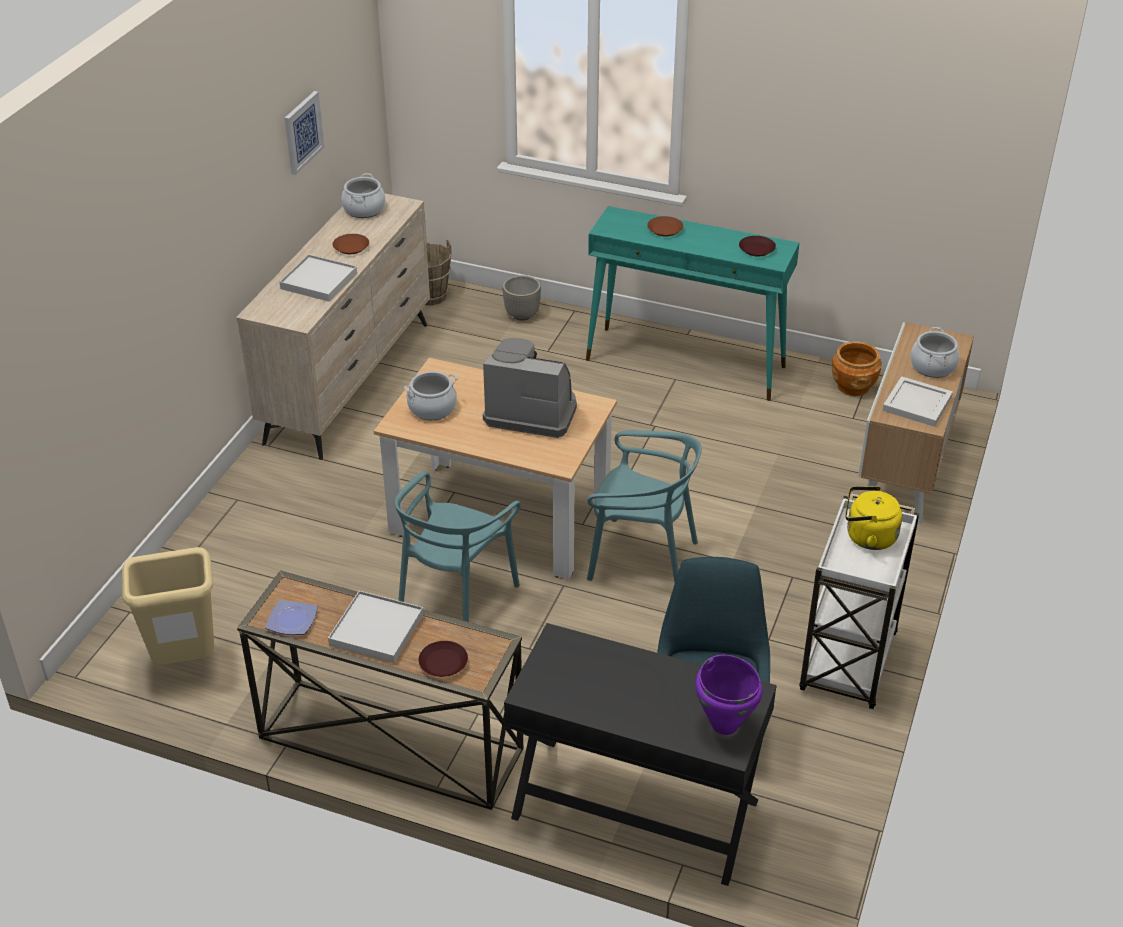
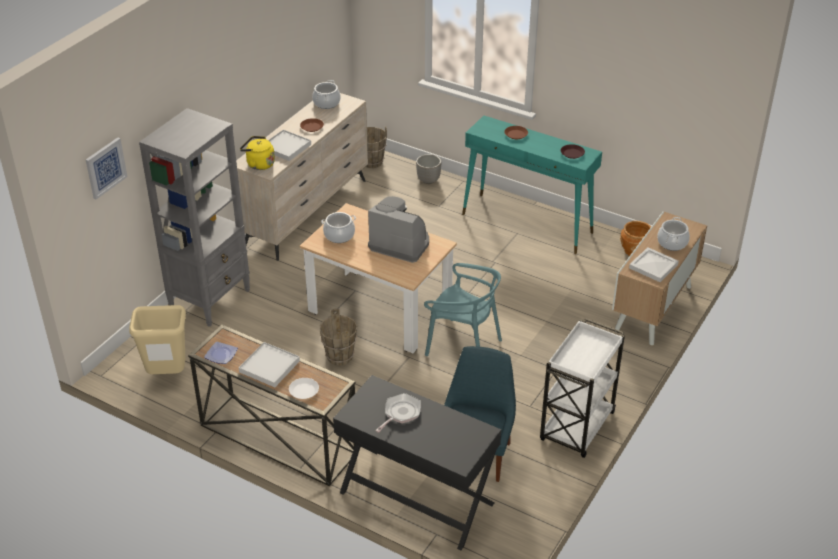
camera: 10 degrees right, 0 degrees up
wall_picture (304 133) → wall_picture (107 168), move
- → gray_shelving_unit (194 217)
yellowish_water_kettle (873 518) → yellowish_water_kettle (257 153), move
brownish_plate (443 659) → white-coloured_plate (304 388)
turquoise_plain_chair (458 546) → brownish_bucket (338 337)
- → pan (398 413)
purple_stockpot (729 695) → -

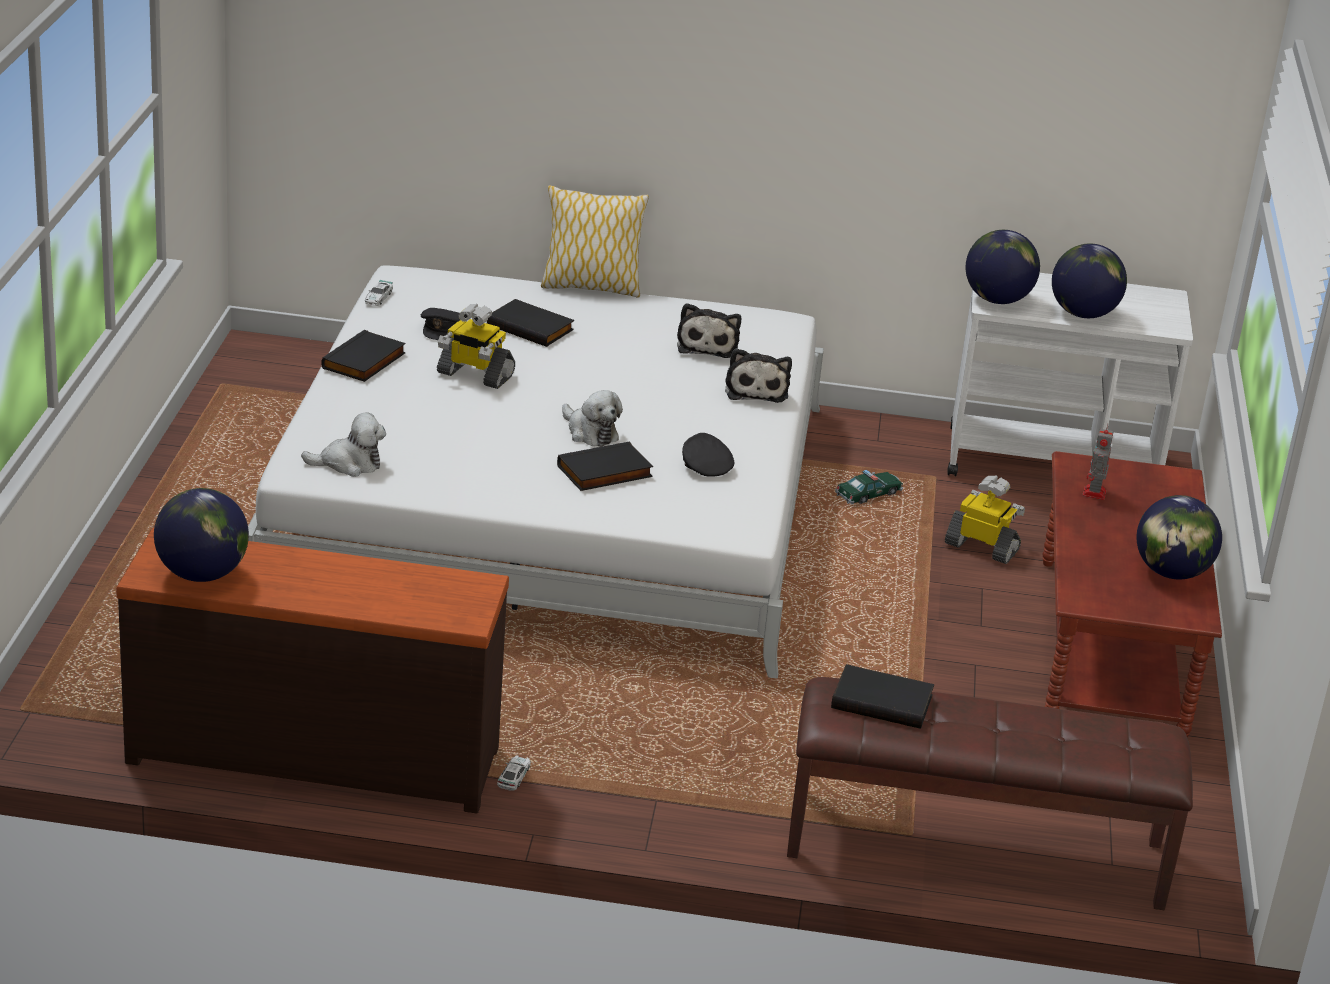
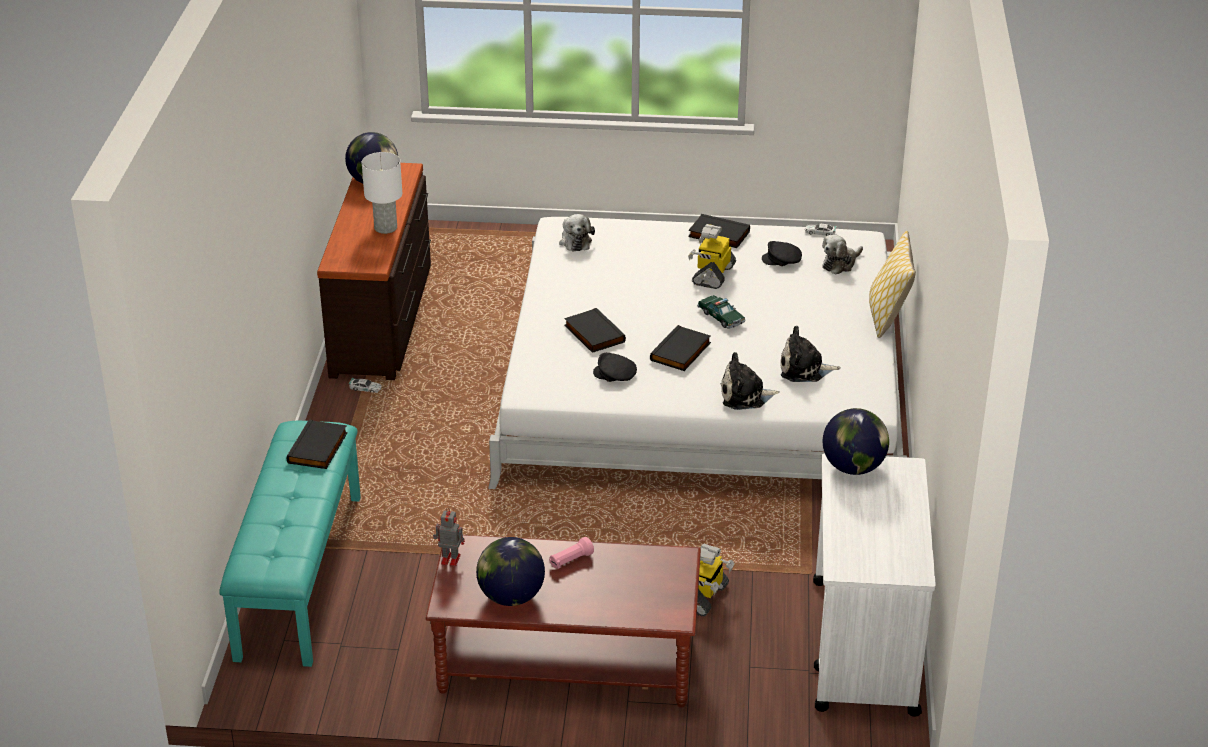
camera: 90 degrees right, 5 degrees up
brownish_long_seat (990 793) → turquoise_long_seat (290 544)
- → white-coloured_tabletop_lamp (382 193)
toy_robot (1097 462) → toy_robot (449 537), move
- → pink_hand_torch (571 553)
black_peaked_cap (708 455) → black_peaked_cap (615 367), 135 degrees counterclockwise
black_volume (530 323) → black_volume (680 348), move
miniature_car (869 487) → miniature_car (721 312), move
cuddly_toy (592 418) → cuddly_toy (842 255), move
desk_globe (1089 280) → -

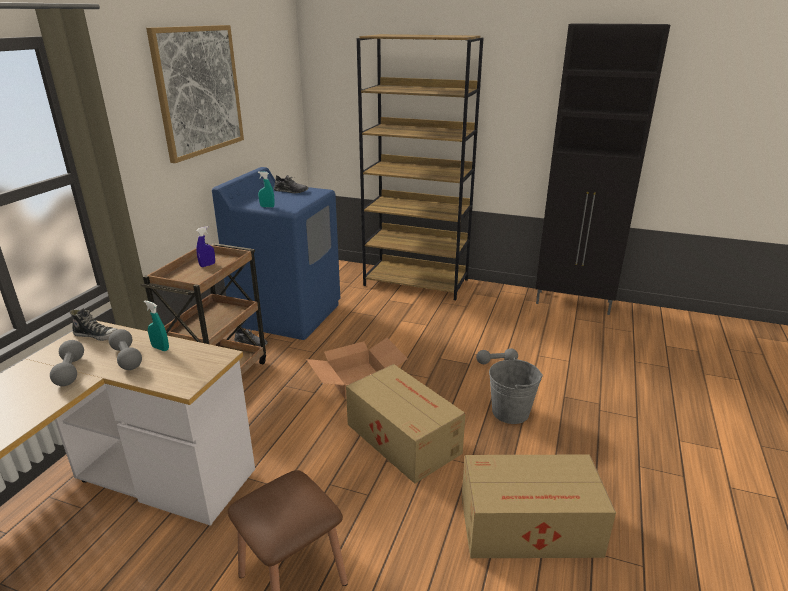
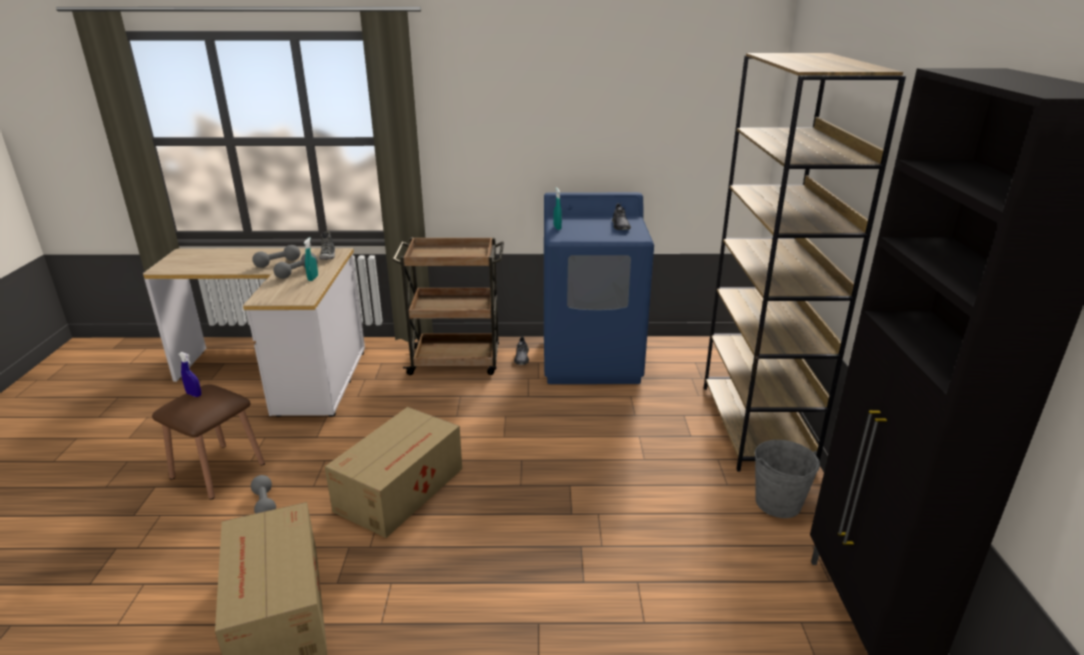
camera: 70 degrees right, 0 degrees up
blue_spray_bottle (205 246) → blue_spray_bottle (190 374), move
gray_hand_weight (497 356) → gray_hand_weight (263 494), move
gray_bucket (516 390) → gray_bucket (787 479), move
wall_picture (195 94) → -
cardboard_box (357 368) → -

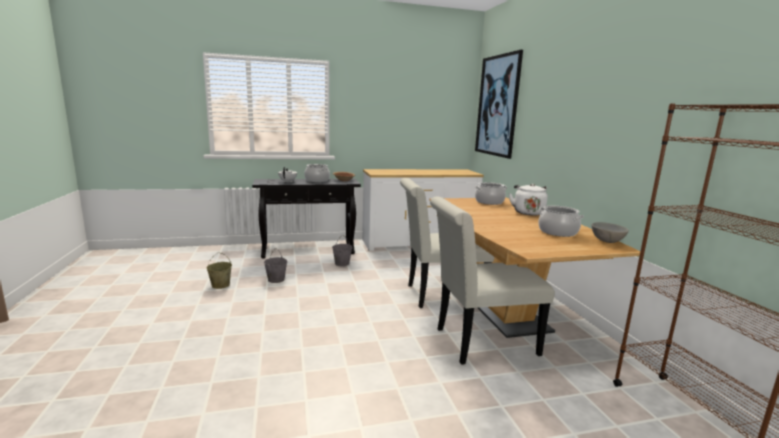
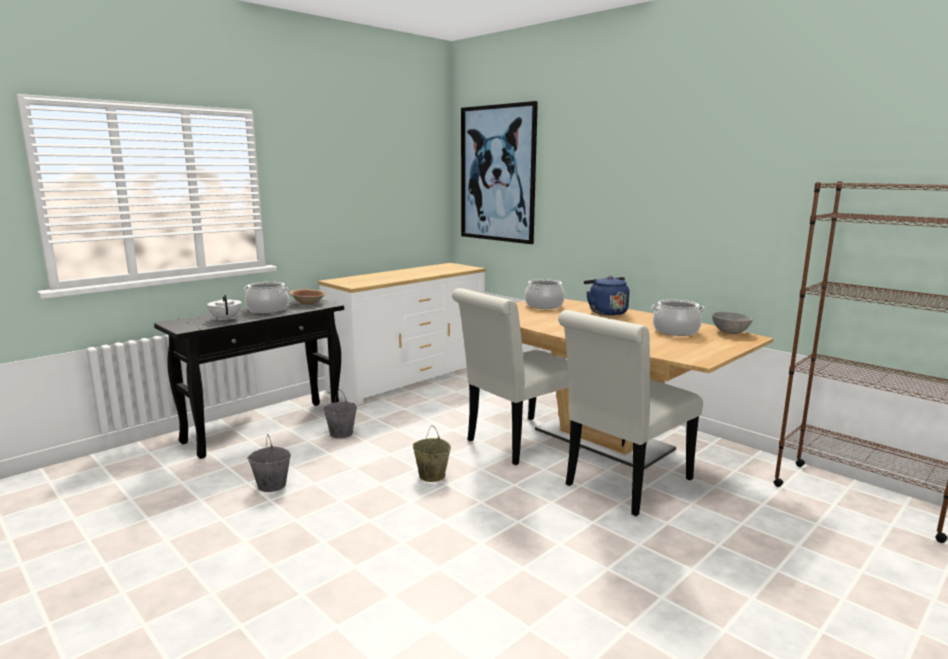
camera: 30 degrees left, 0 degrees up
beige-coloured_bucket (219 270) → beige-coloured_bucket (432 453), move
white-coloured_water_kettle (528 200) → blue_water_kettle (607 296)

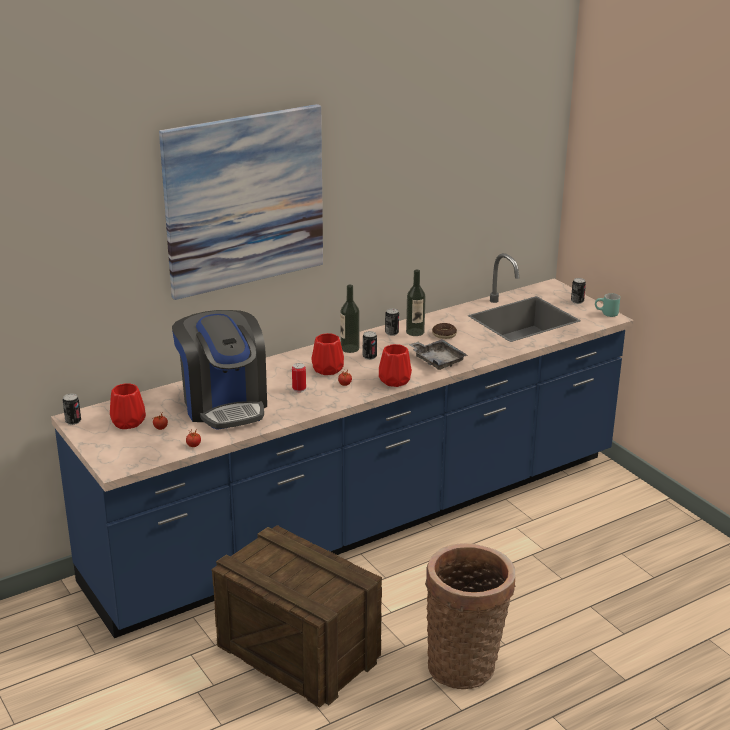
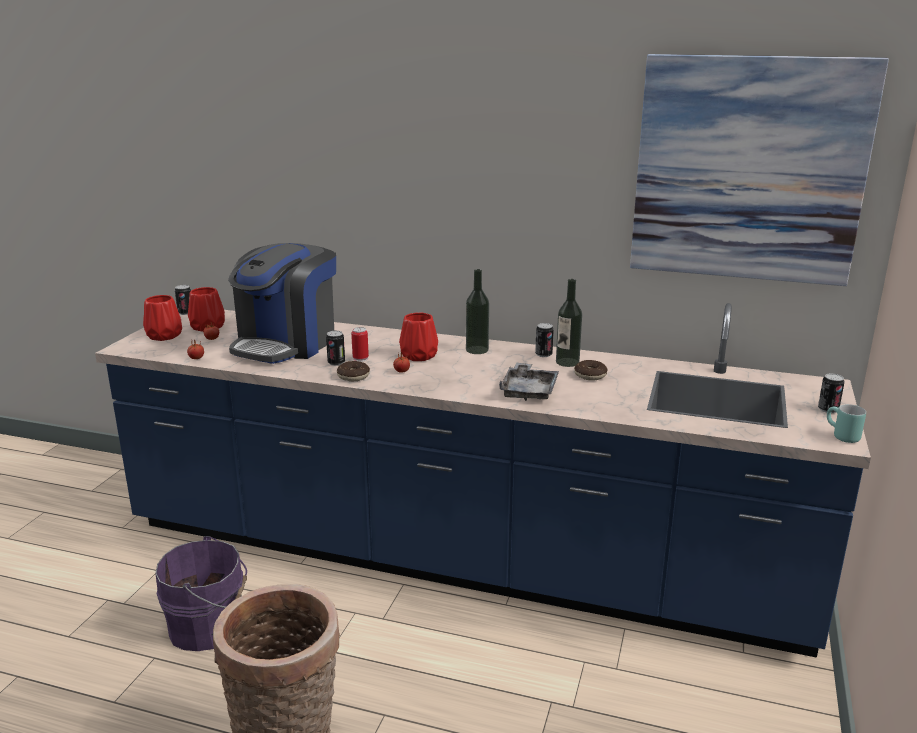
camera: 50 degrees right, 5 degrees down
reddish_vase (395 365) → reddish_vase (162 318), move
crate (297 616) → purple_bucket (201 593)
can (370 345) → can (335 348), move
- → doughnut (353 371)
wall_picture (241 202) → wall_picture (759 170), move

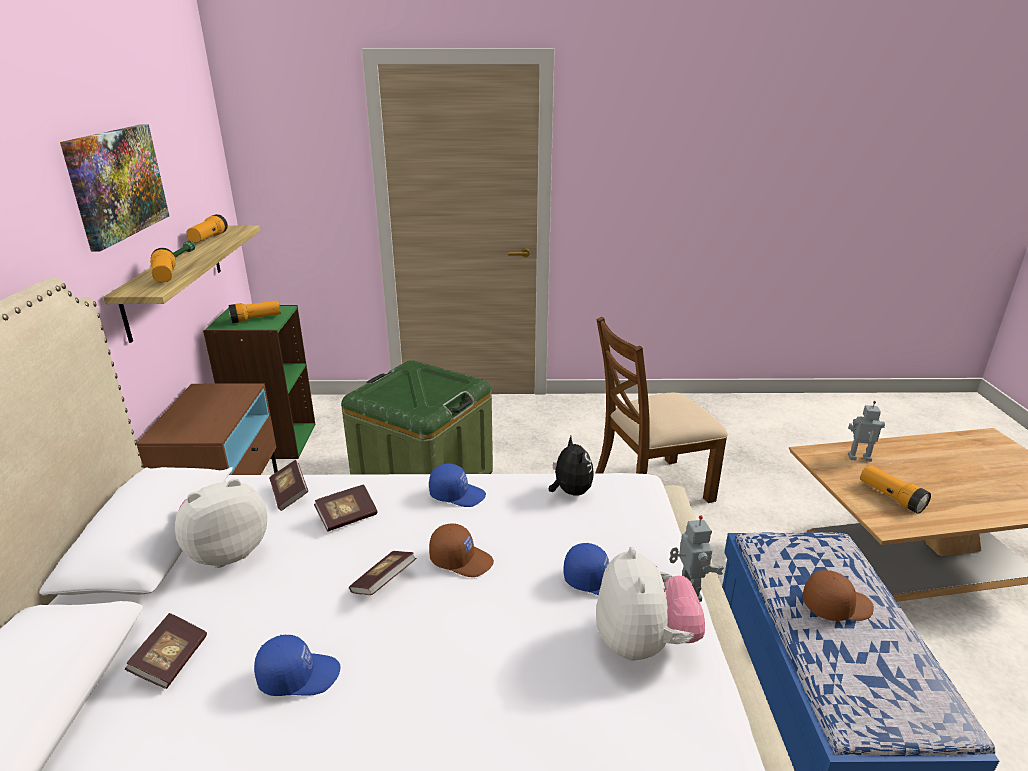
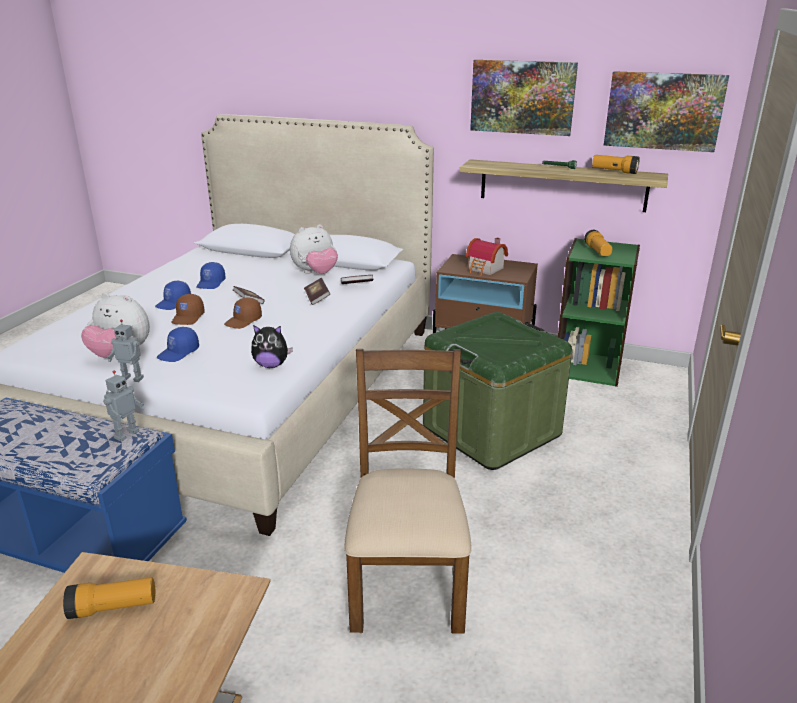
camera: 110 degrees right, 0 degrees up
toy_robot (866 431) → toy_robot (124 406), move
blue_peaked_cap (457 485) → blue_peaked_cap (173 295), move
brownish_peaked_cap (838 595) → brownish_peaked_cap (188 309), move
cuddly_toy (221 523) → cuddly_toy (314 249), 75 degrees clockwise
- → toy_house (487 257)
- → wall_picture (666 111)
volume (166 651) → -
hand_torch (163 265) → -

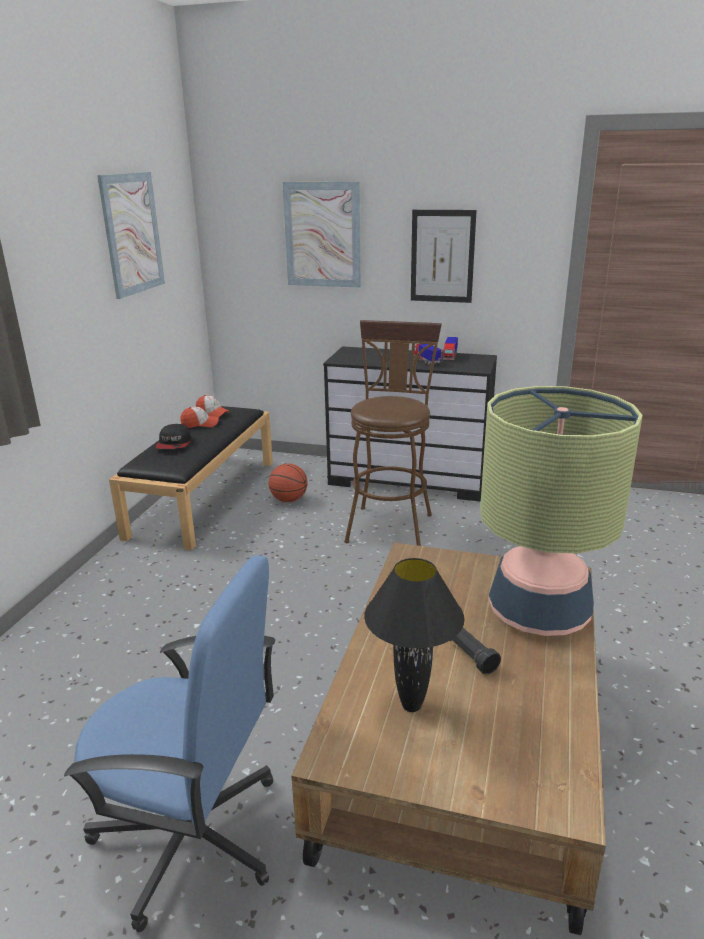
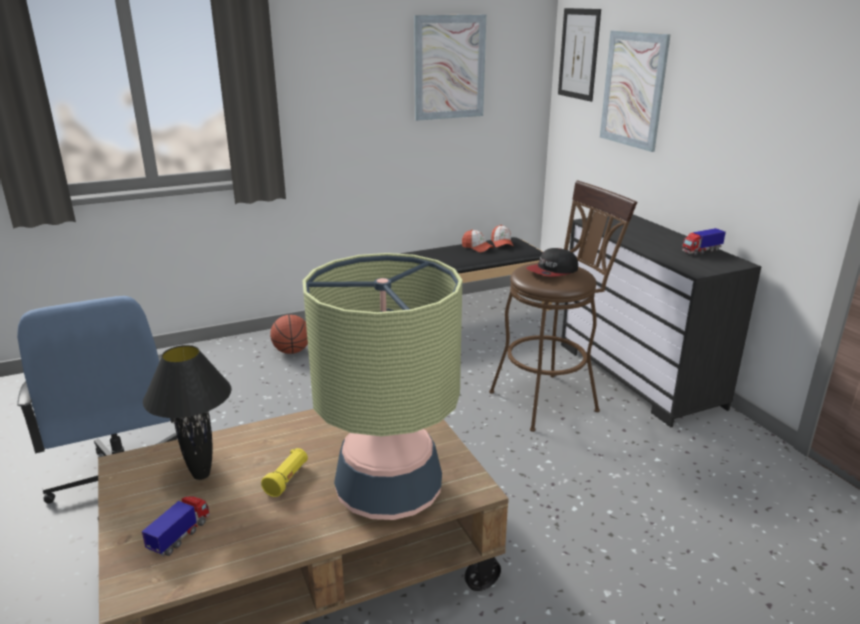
camera: 50 degrees right, 0 degrees up
toy_truck (428 355) → toy_truck (176 526), move
black_hand_torch (475 651) → yellowish_hand_torch (284 472)
ball_for_basketball (288 482) → ball_for_basketball (289 334), move
peaked_cap (173 436) → peaked_cap (552 262), move
wall_picture (444 256) → wall_picture (579 55), move

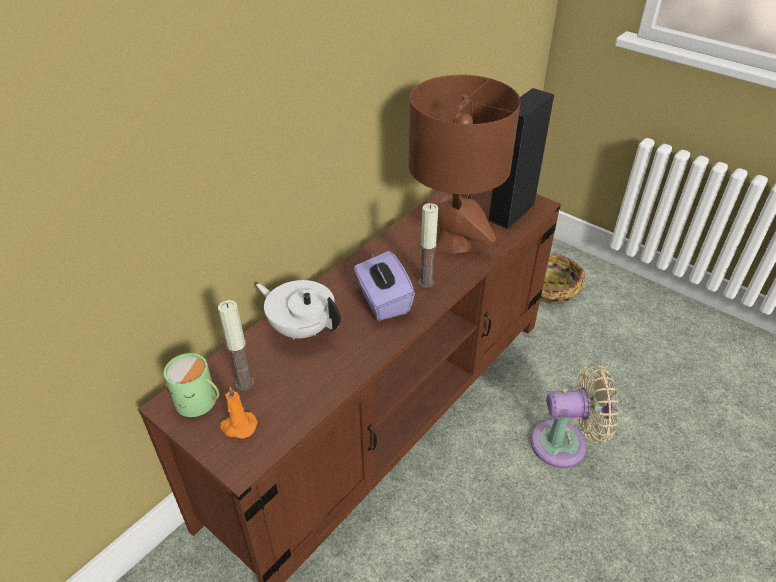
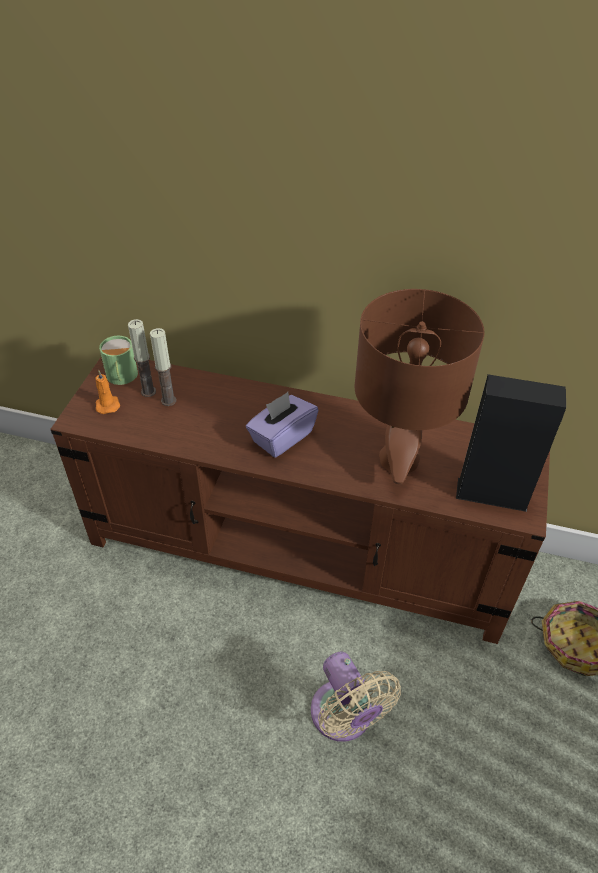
camera: 65 degrees right, 5 degrees up
candle (428 245) → candle (163 367), move
white-coloured_tea_pot (298 309) → -

